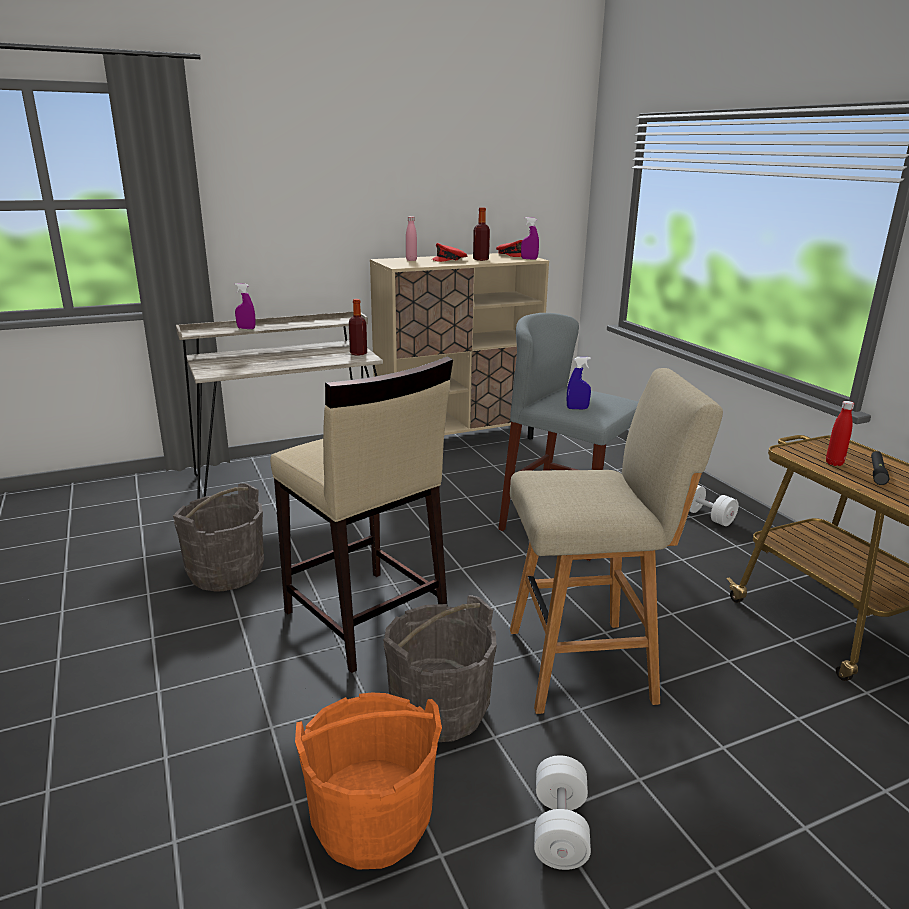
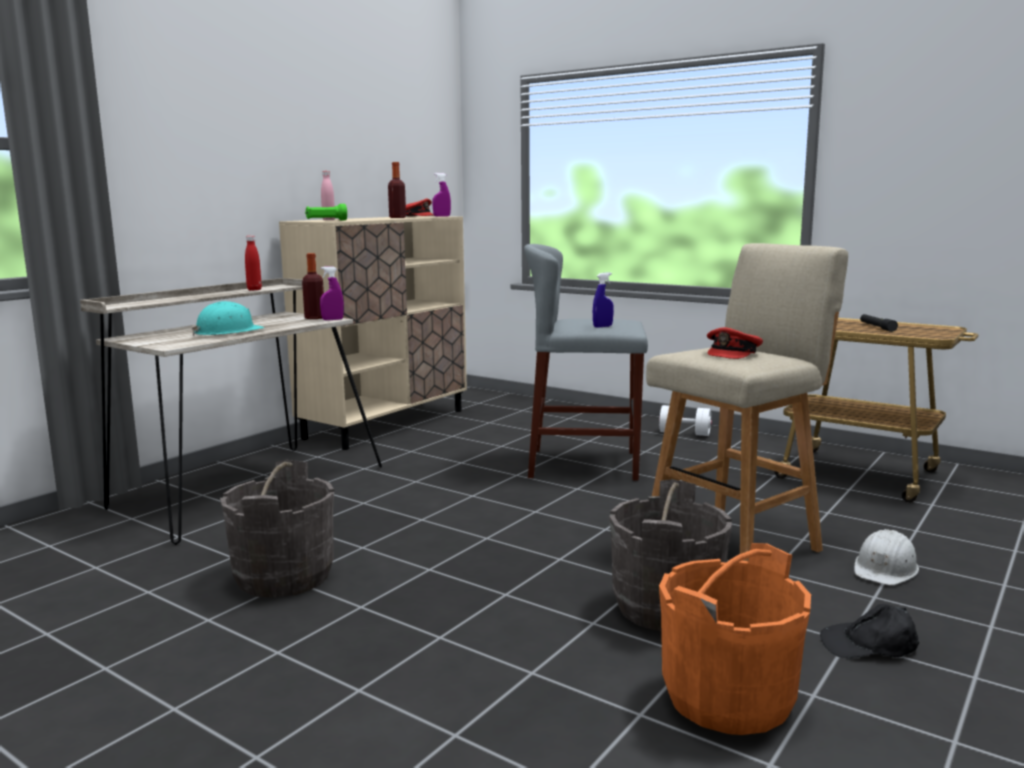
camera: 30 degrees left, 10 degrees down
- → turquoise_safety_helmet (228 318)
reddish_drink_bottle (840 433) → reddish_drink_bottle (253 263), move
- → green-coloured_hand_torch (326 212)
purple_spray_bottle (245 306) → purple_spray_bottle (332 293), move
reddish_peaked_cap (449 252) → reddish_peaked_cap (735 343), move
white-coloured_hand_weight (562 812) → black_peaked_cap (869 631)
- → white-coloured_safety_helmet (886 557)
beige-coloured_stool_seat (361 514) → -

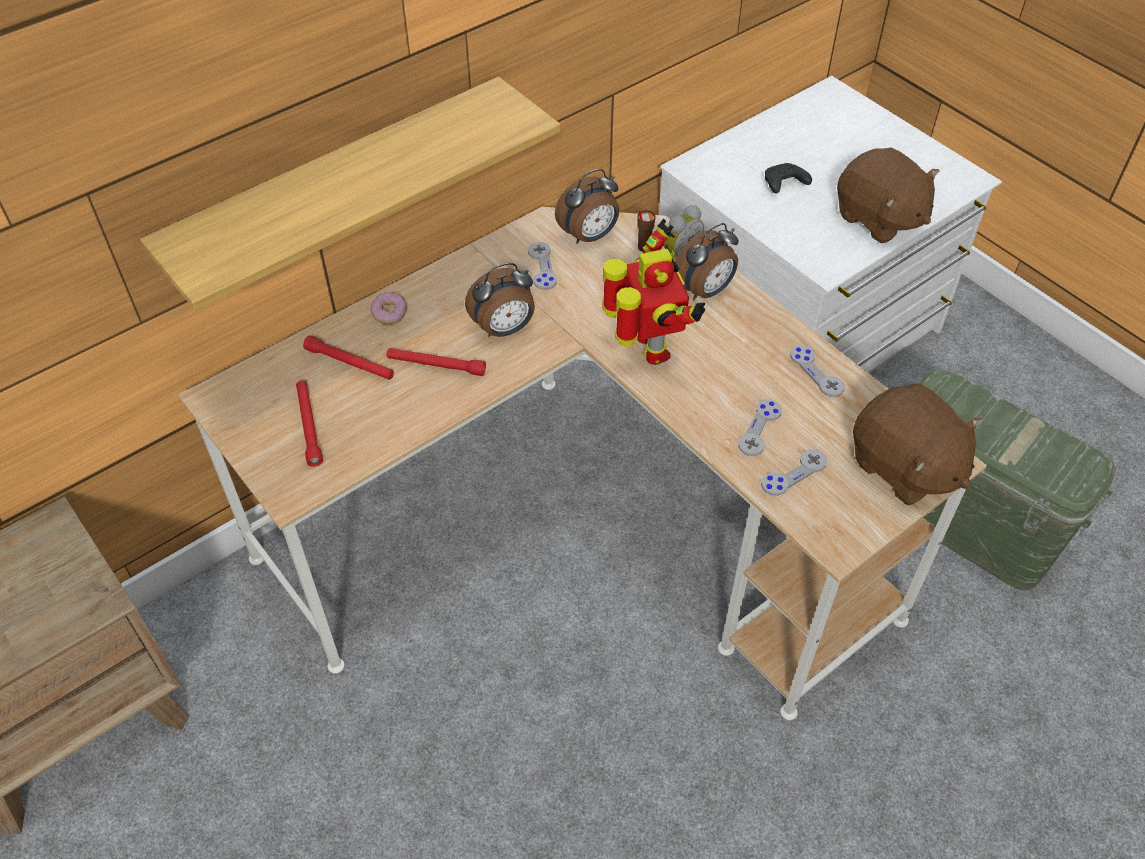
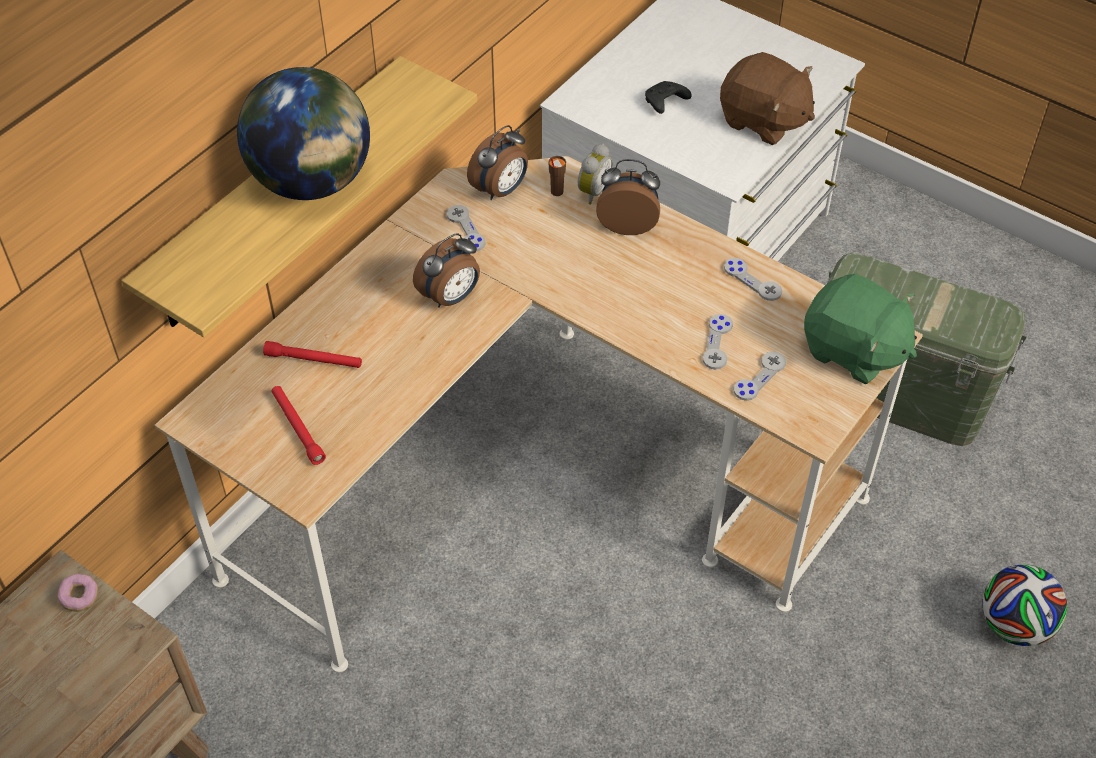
camera: 15 degrees left, 0 degrees up
doughnut (388 308) → doughnut (77 593), move
- → desk_globe (303 133)
alarm_clock (707 261) → alarm_clock (628 197), 120 degrees counterclockwise
brownish_cuddly_toy (917 444) → green-coloured_cuddly_toy (860 329)
- → ball_for_football (1025 605)
reddish_hand_torch (436 362) → -
toy_robot (654 292) → -

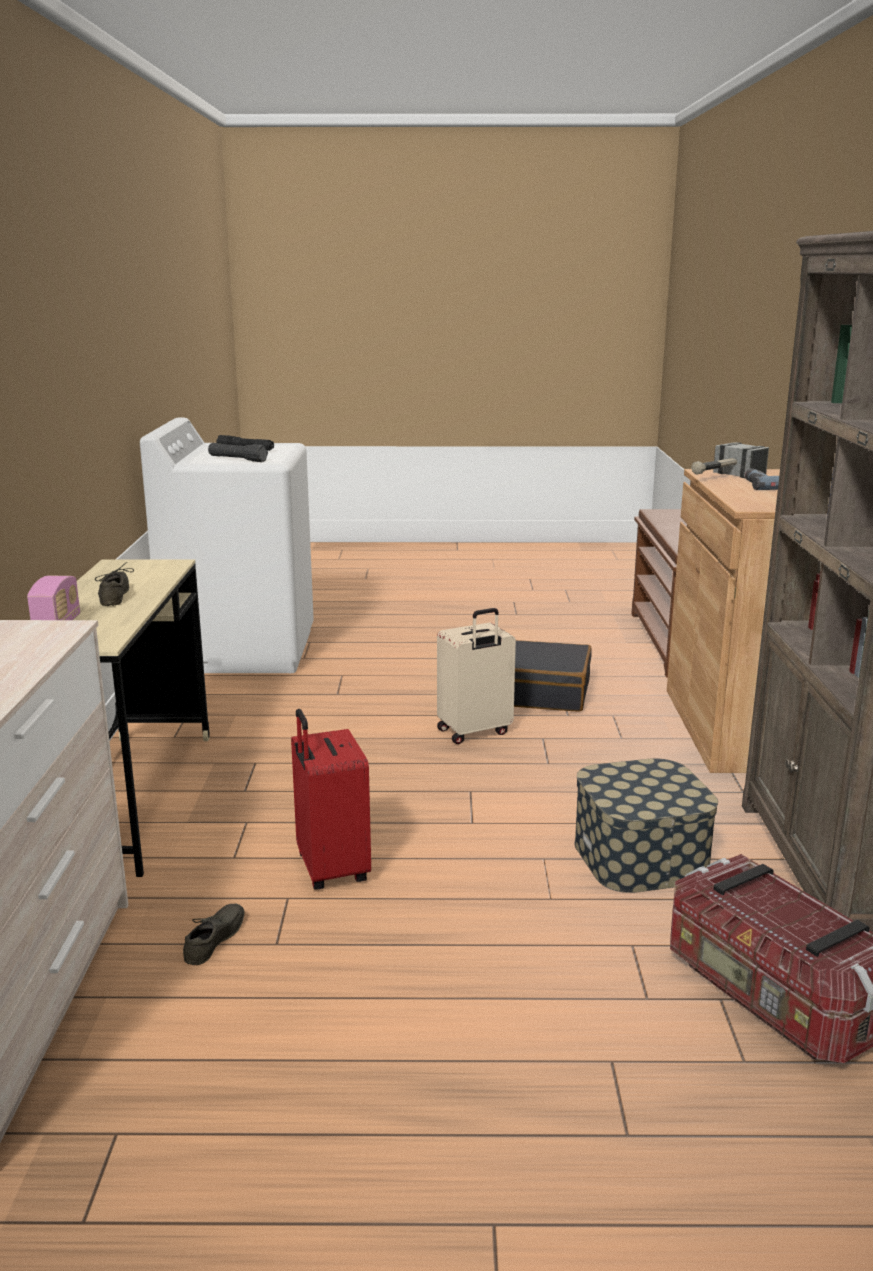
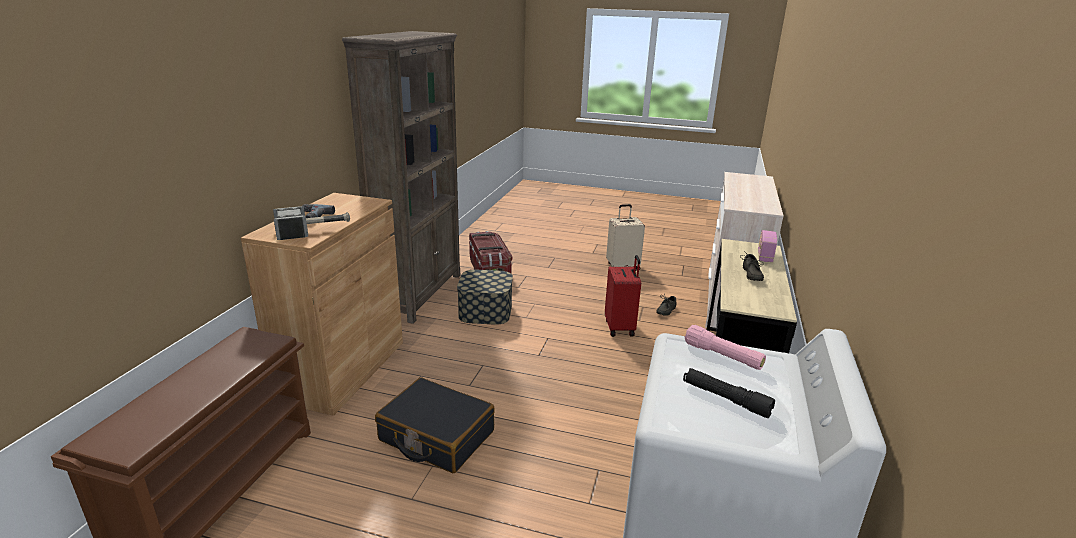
camera: 165 degrees left, 5 degrees up
beige-coloured_piece_of_luggage (476 676) → beige-coloured_piece_of_luggage (625 237), move
black_hand_torch (238 452) → pink_hand_torch (725 347)

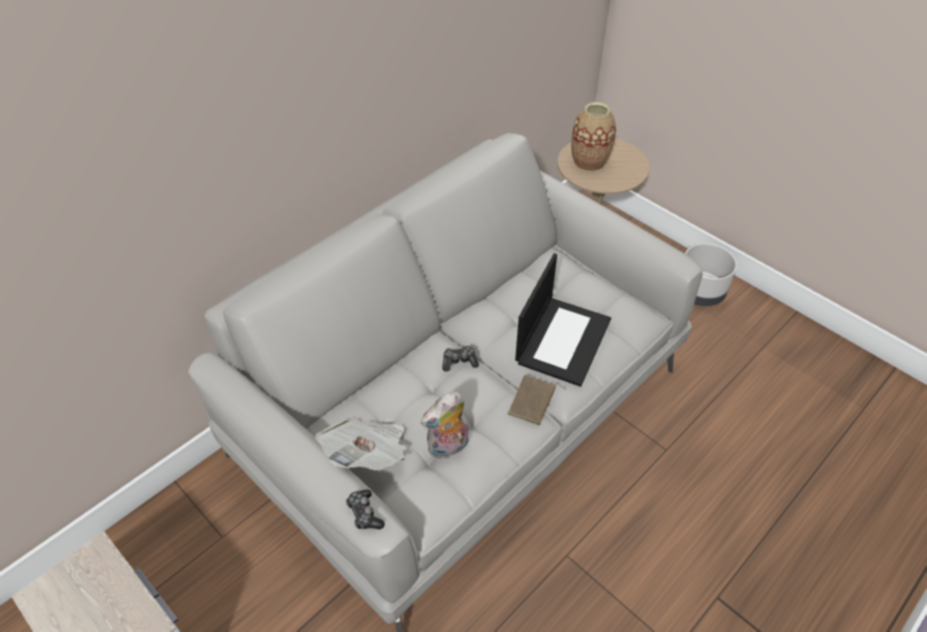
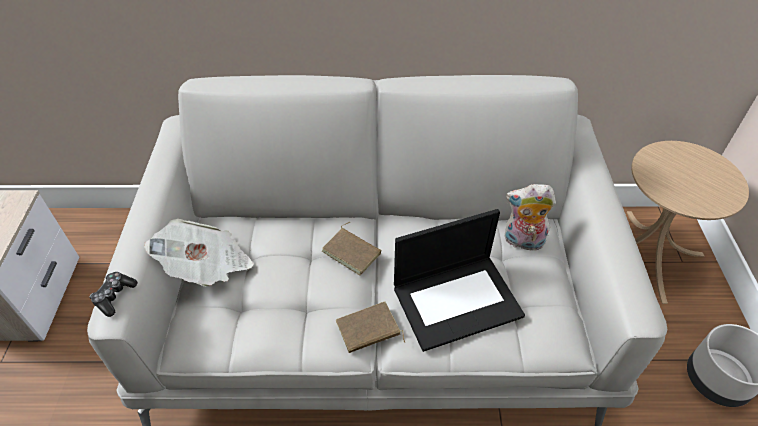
camera: 45 degrees right, 0 degrees up
game_controller (461 358) → brownish_volume (351 248)
cuddly_toy (444 425) → cuddly_toy (530 217), move
vase (593 137) → -

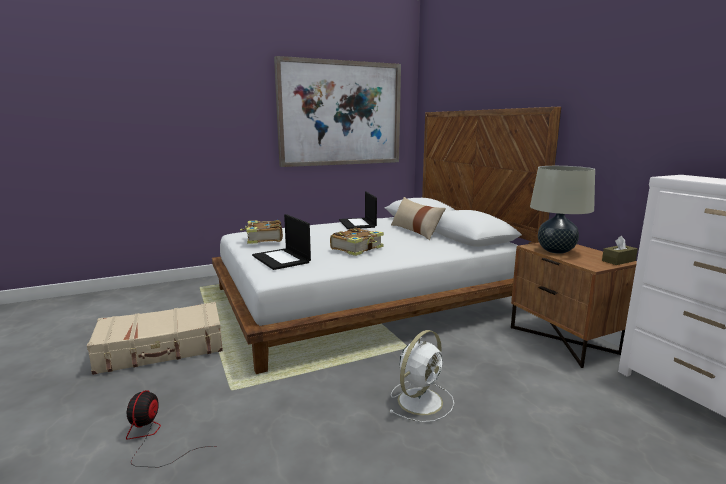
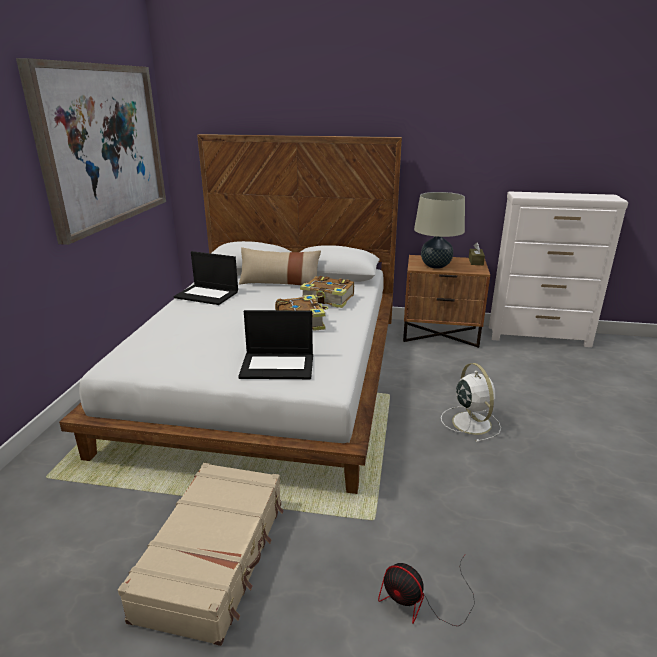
camera: 55 degrees left, 10 degrees up
volume (261 232) → volume (327 292), move

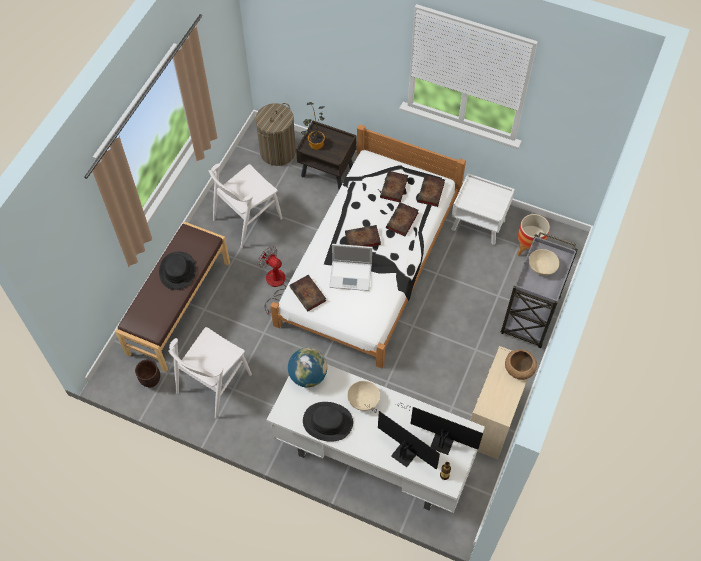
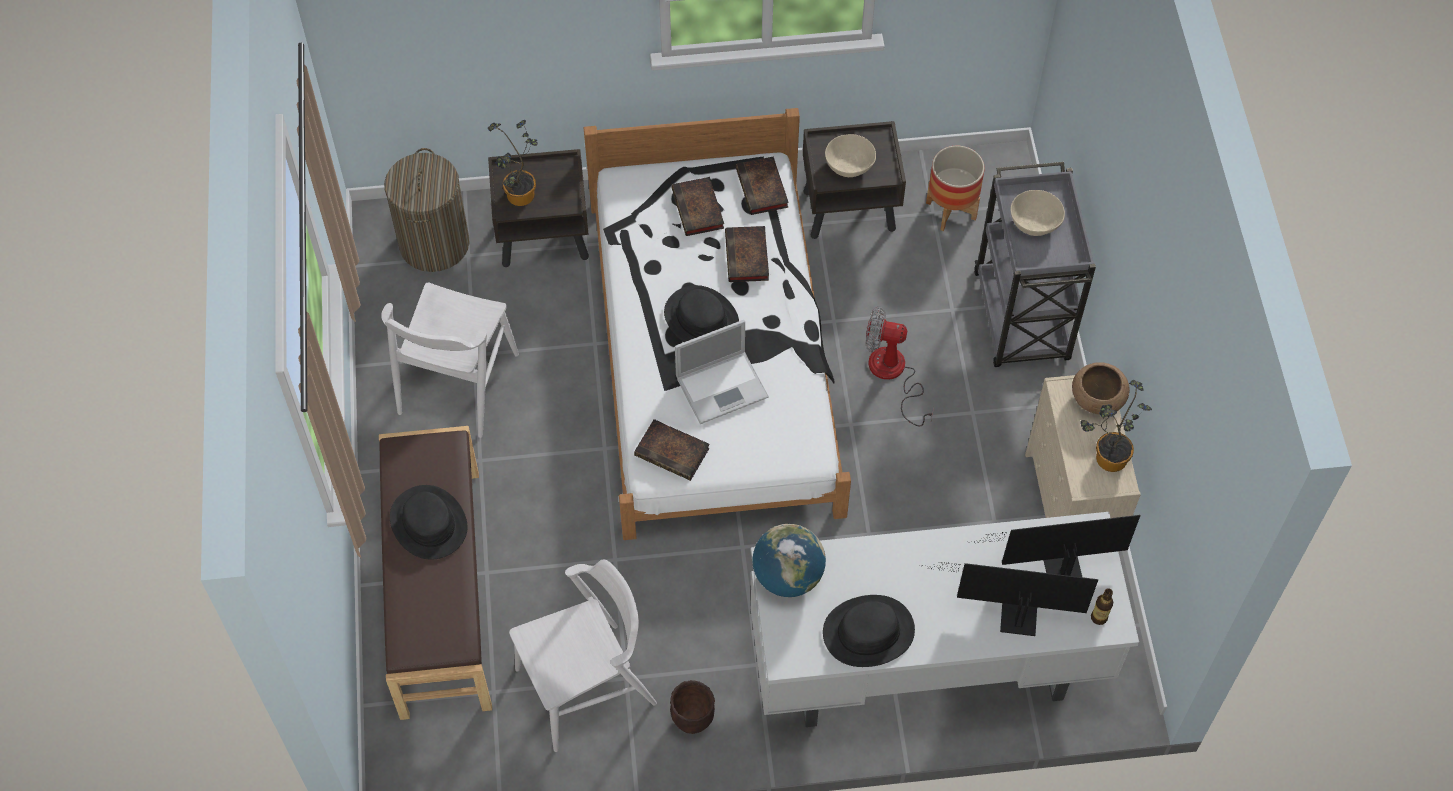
camera: 30 degrees left, 0 degrees up
white-coloured_plain_chair (210 373) → white-coloured_plain_chair (583 656), 120 degrees counterclockwise
volume (363 236) → black_clothing_hat (701 313)
brownish_planter (147 373) → brownish_planter (692 707), move
white-coloured_nightstand (483 209) → brownish_nightstand (854 180)
beige-coloured_serving_bowl (363 396) → beige-coloured_serving_bowl (850 155), move
cooling_fan (272 281) → cooling_fan (900 366), move
- → houseplant (1116 426)

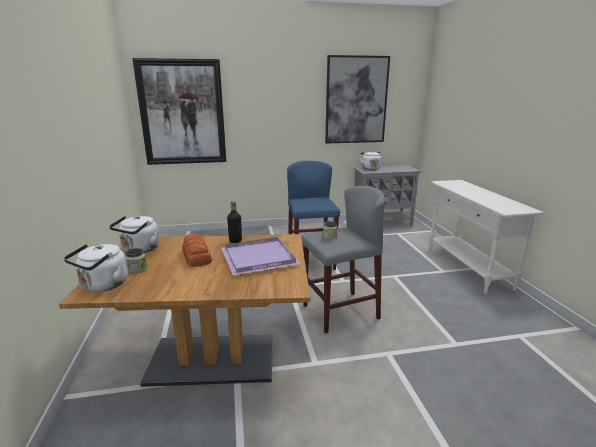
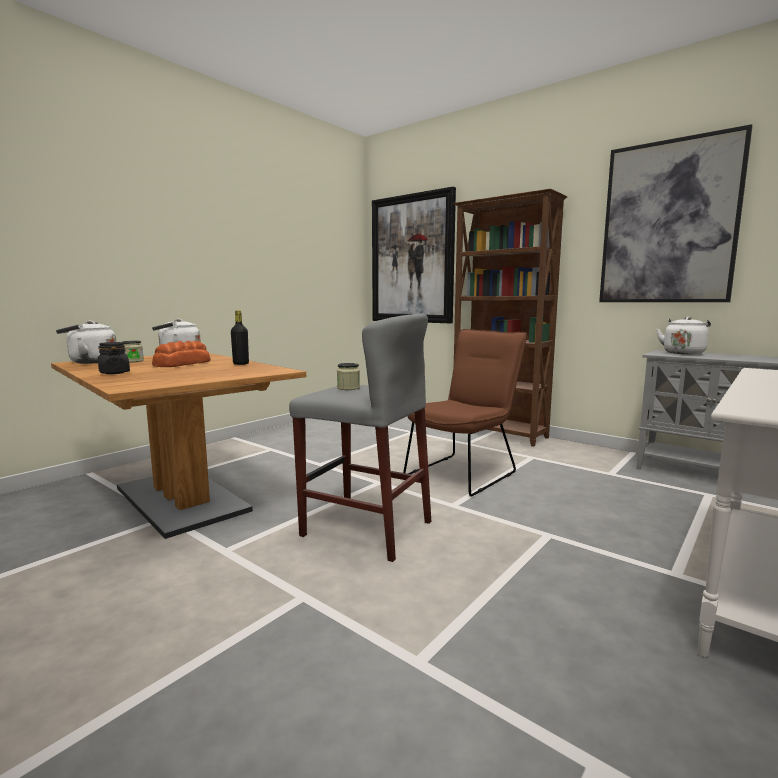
camera: 50 degrees right, 10 degrees down
- → black_jar (114 358)
blue_stool_seat (313 215) → brownish_plain_chair (465 413)
- → brownish_shelving_unit (510 318)
purple_tray (261 256) → -

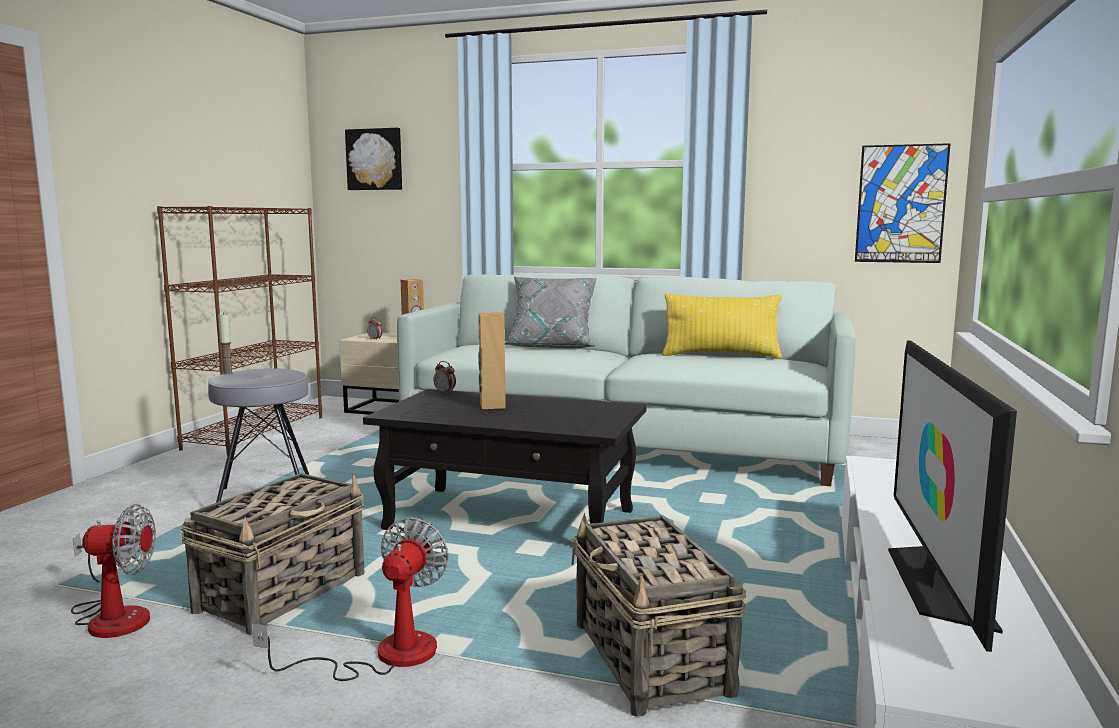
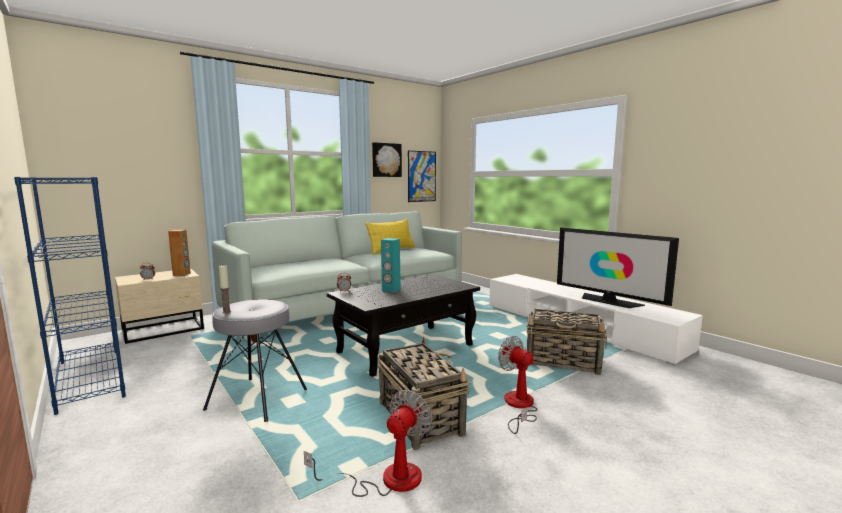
camera: 55 degrees left, 0 degrees up
brownish_shelving_unit (239 331) → blue_shelving_unit (70 296)
wall_picture (373 159) → wall_picture (387 159), move
brownish_speaker (492 360) → turquoise_speaker (391 265)
gray_pillow (551 312) → -

